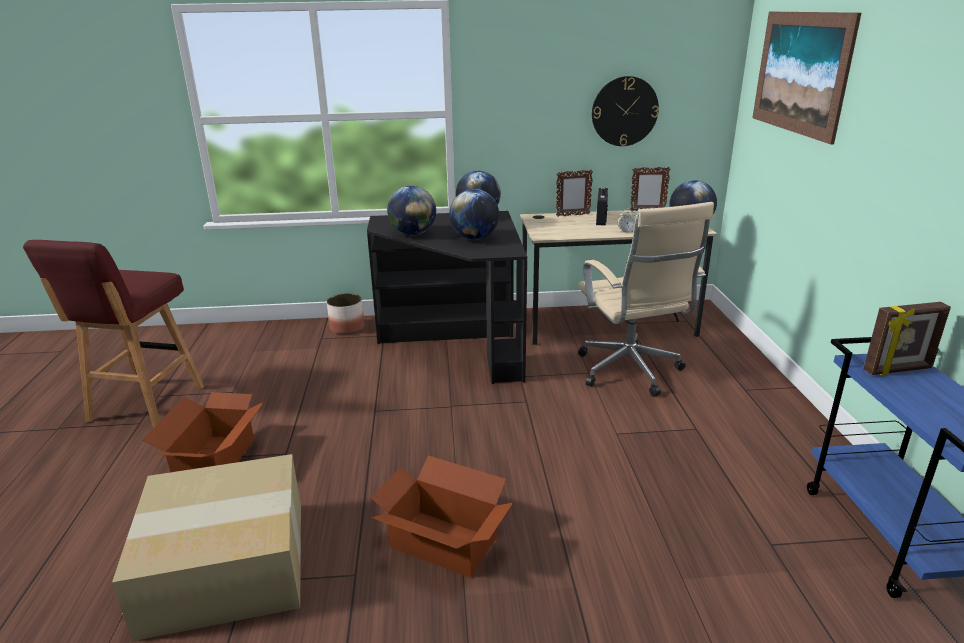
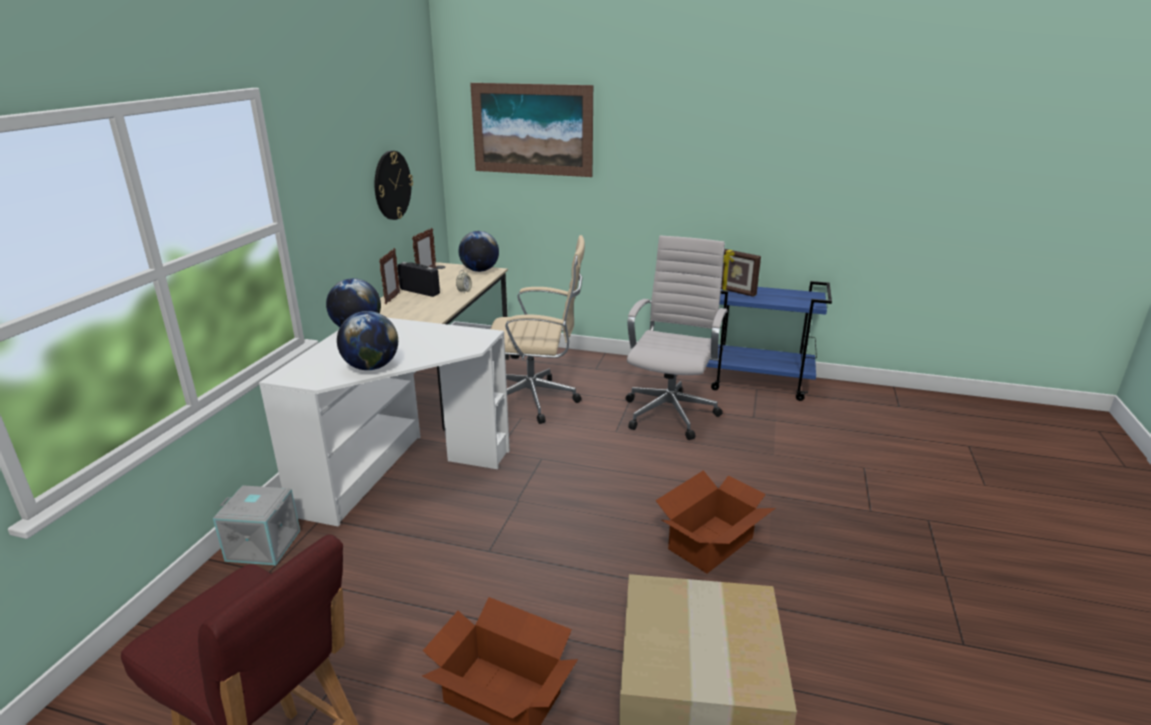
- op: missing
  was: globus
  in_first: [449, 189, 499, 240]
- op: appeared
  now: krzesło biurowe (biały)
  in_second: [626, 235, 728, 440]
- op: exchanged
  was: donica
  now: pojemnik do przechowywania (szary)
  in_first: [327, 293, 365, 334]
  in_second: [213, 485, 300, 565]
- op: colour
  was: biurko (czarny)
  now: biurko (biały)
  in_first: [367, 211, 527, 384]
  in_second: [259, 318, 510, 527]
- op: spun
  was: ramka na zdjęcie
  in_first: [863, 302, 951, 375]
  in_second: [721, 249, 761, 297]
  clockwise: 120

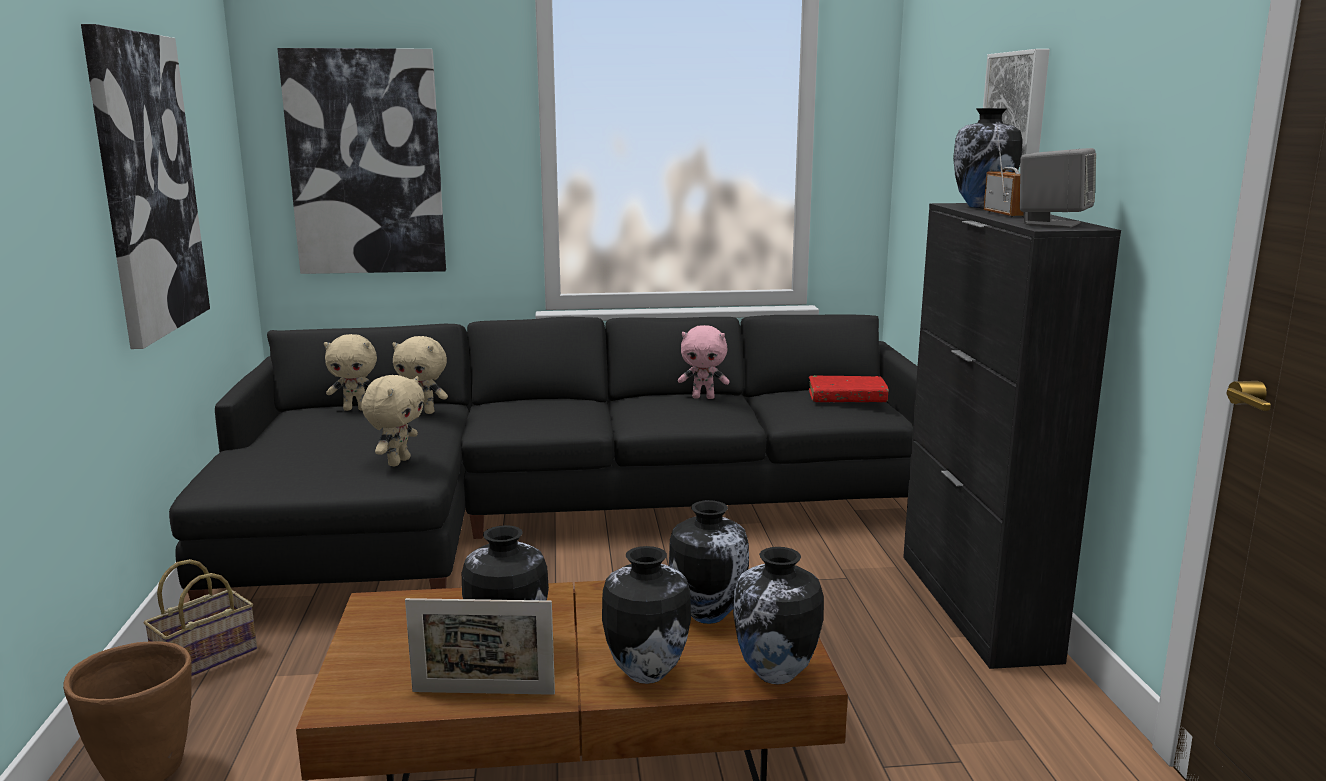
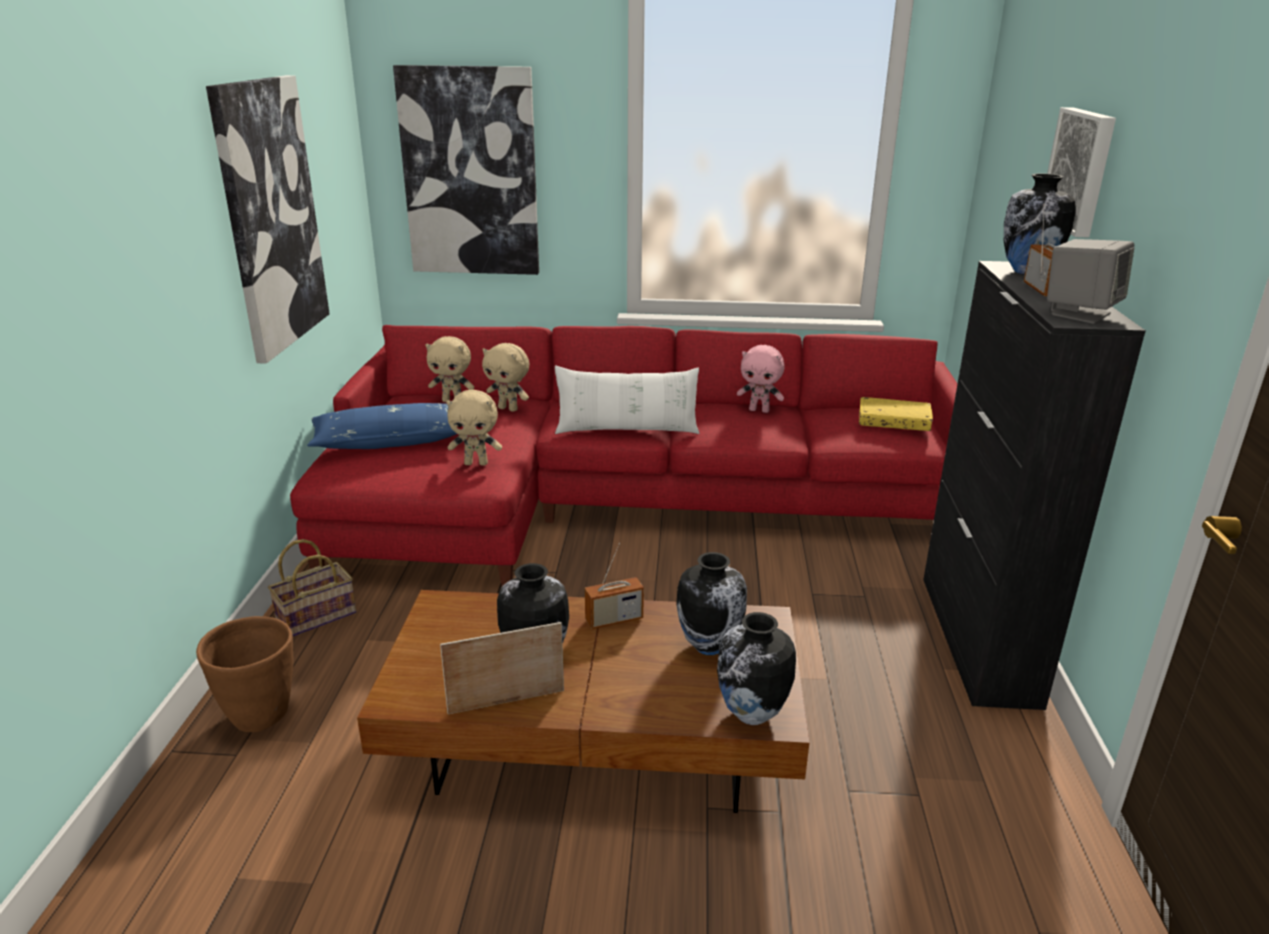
- op: missing
  was: wazon
  in_first: [602, 546, 691, 684]
- op: appeared
  now: poduszka (niebieski)
  in_second: [307, 403, 457, 449]
- op: appeared
  now: poduszka (biały)
  in_second: [555, 366, 699, 434]
- op: appeared
  now: radio
  in_second: [585, 543, 644, 629]
- op: colour
  was: kanapa (czarny)
  now: kanapa (czerwony)
  in_first: [169, 314, 918, 601]
  in_second: [290, 325, 958, 586]
- op: colour
  was: książka (czerwony)
  now: książka (żółty)
  in_first: [809, 375, 889, 402]
  in_second: [859, 397, 933, 431]
- op: spun
  was: pluszak (beżowy)
  in_first: [361, 375, 425, 467]
  in_second: [446, 390, 502, 466]
  clockwise: 60
- op: spun
  was: ramka na zdjęcie
  in_first: [405, 598, 555, 695]
  in_second: [440, 622, 564, 714]
  clockwise: 150

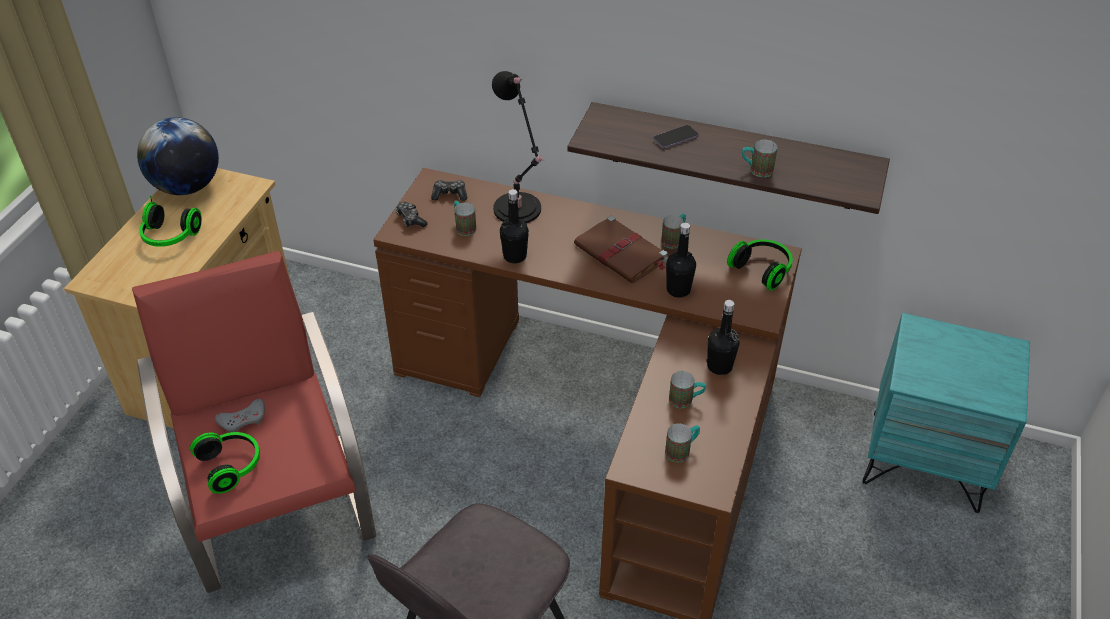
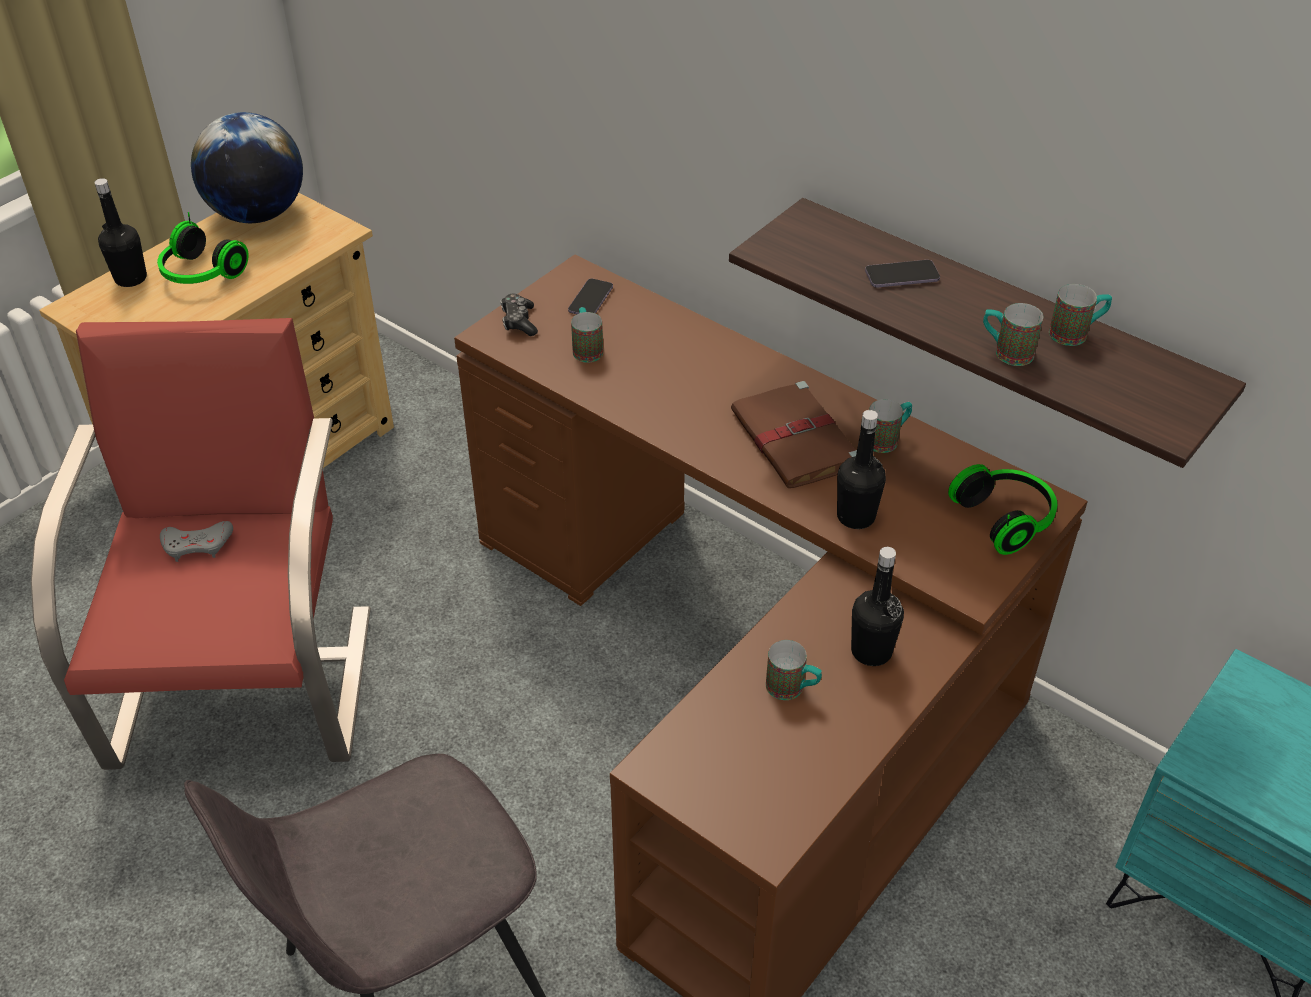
- op: missing
  was: słuchawki
  in_first: [190, 432, 260, 494]
- op: missing
  was: lampa stołowa (czarny)
  in_first: [492, 71, 544, 223]
- op: relocated
  was: butelka (czarny)
  in_first: [500, 189, 529, 263]
  in_second: [94, 178, 147, 287]
- op: relocated
  was: kubek
  in_first: [665, 424, 700, 463]
  in_second: [1049, 284, 1112, 346]
- op: exchanged
  was: pad do gier
  now: telefon
  in_first: [431, 180, 467, 201]
  in_second: [568, 279, 613, 314]

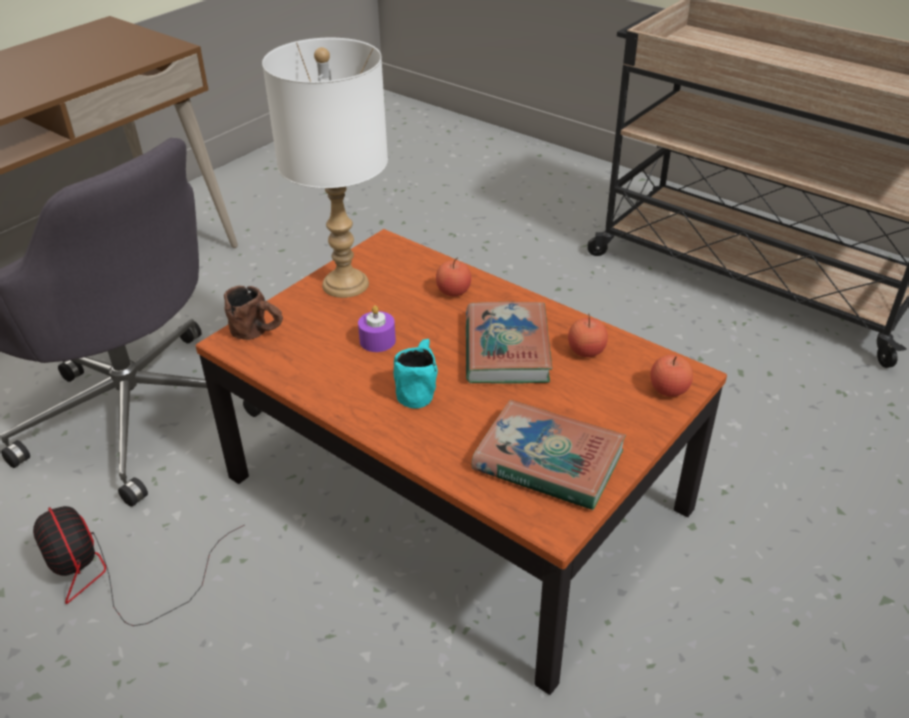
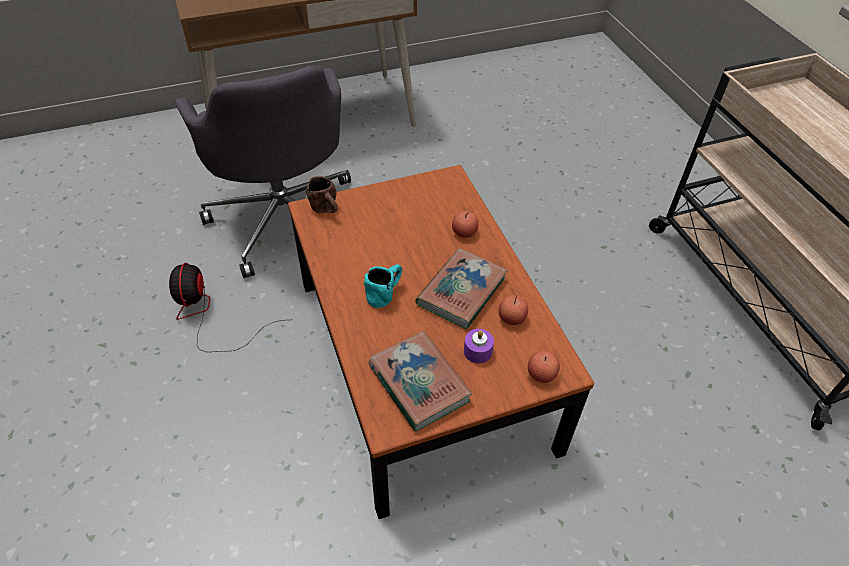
- op: missing
  was: lampa stołowa (biały)
  in_first: [262, 38, 388, 298]
- op: relocated
  was: świeca (fioletowy)
  in_first: [358, 305, 396, 352]
  in_second: [464, 329, 494, 363]

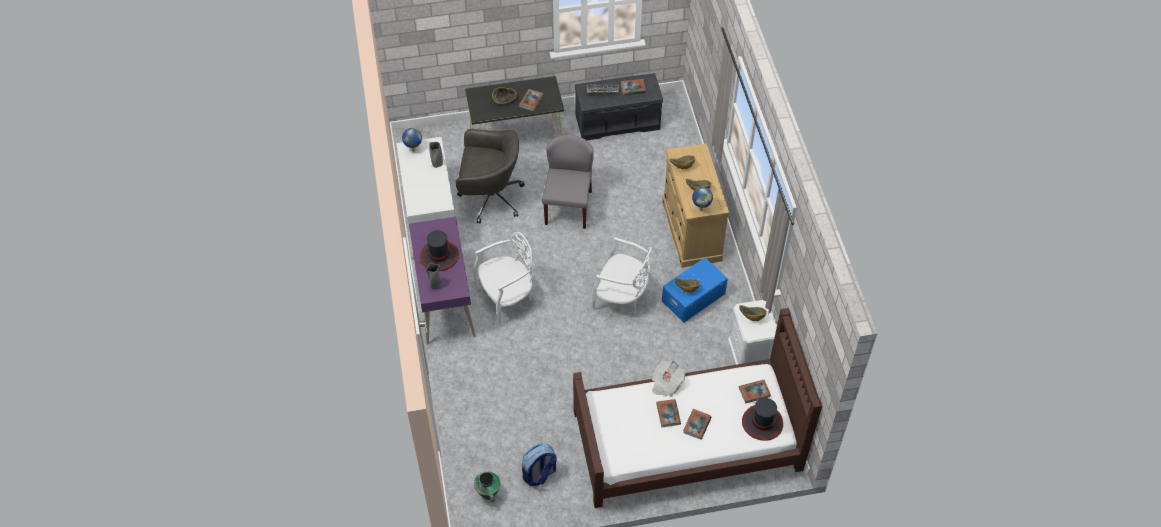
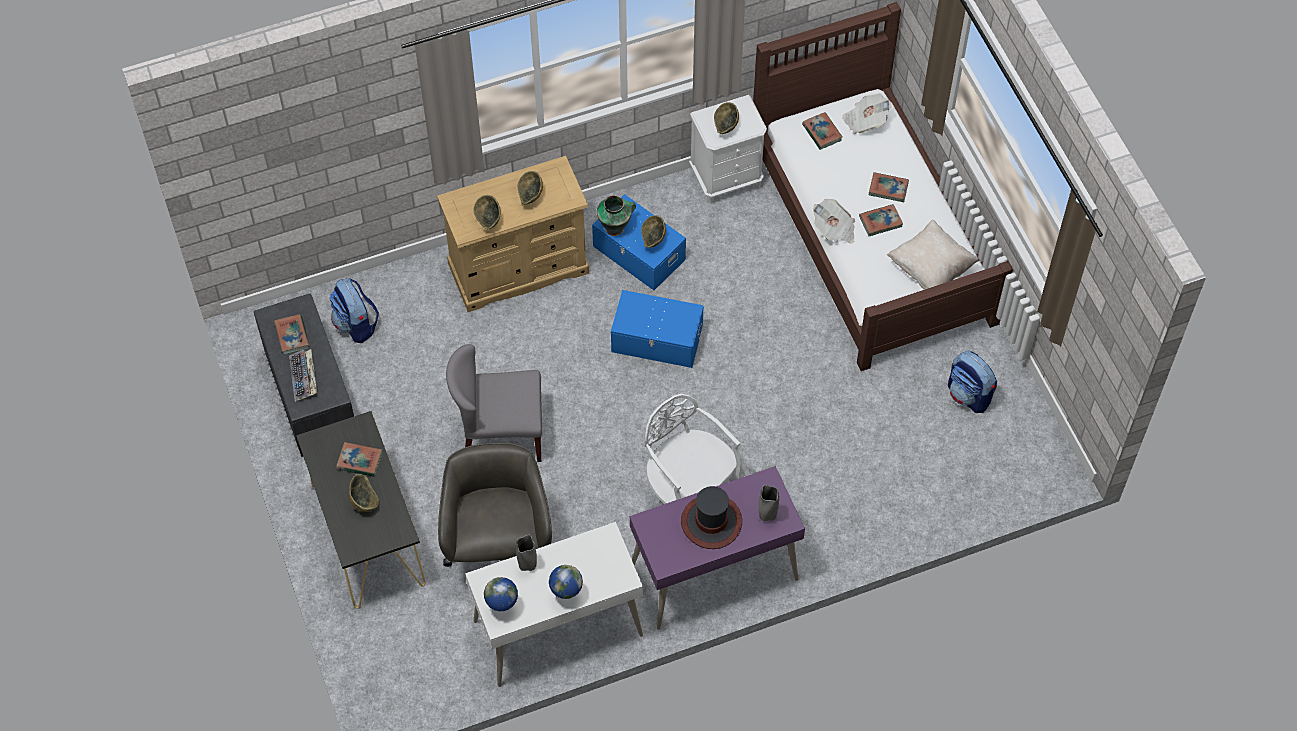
- op: appeared
  now: plecak
  in_second: [329, 279, 379, 343]
- op: appeared
  now: poduszka (beżowy)
  in_second: [887, 220, 980, 290]
- op: relocated
  was: wazon
  in_first: [474, 472, 500, 502]
  in_second: [597, 195, 636, 236]
- op: relocated
  was: globus
  in_first: [692, 187, 713, 211]
  in_second: [549, 565, 583, 599]
- op: exchanged
  was: krzesło (biały)
  now: pojemnik do przechowywania (niebieski)
  in_first: [592, 237, 652, 315]
  in_second: [611, 290, 704, 368]
- op: exchanged
  was: kapelusz
  now: gazeta
  in_first: [742, 398, 783, 441]
  in_second: [842, 93, 892, 134]

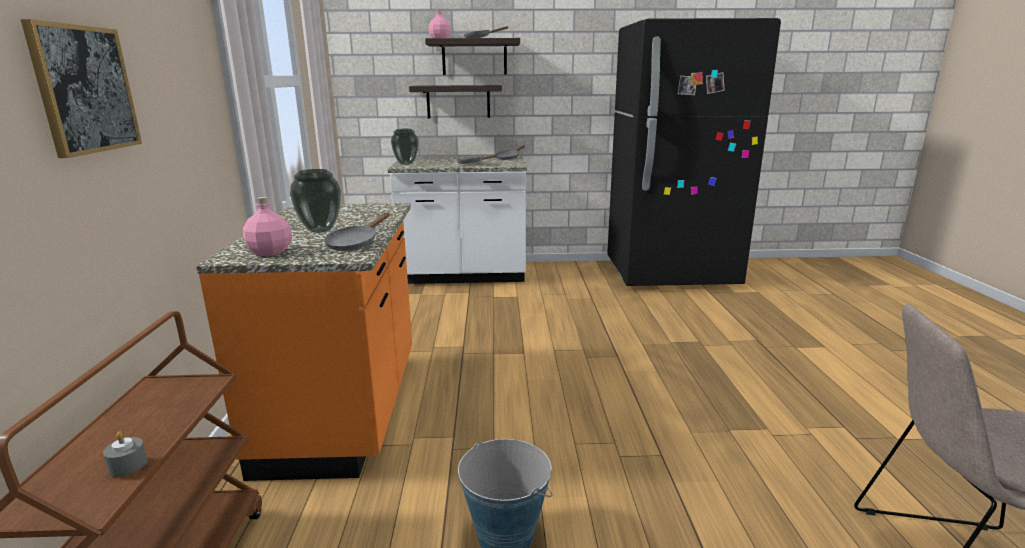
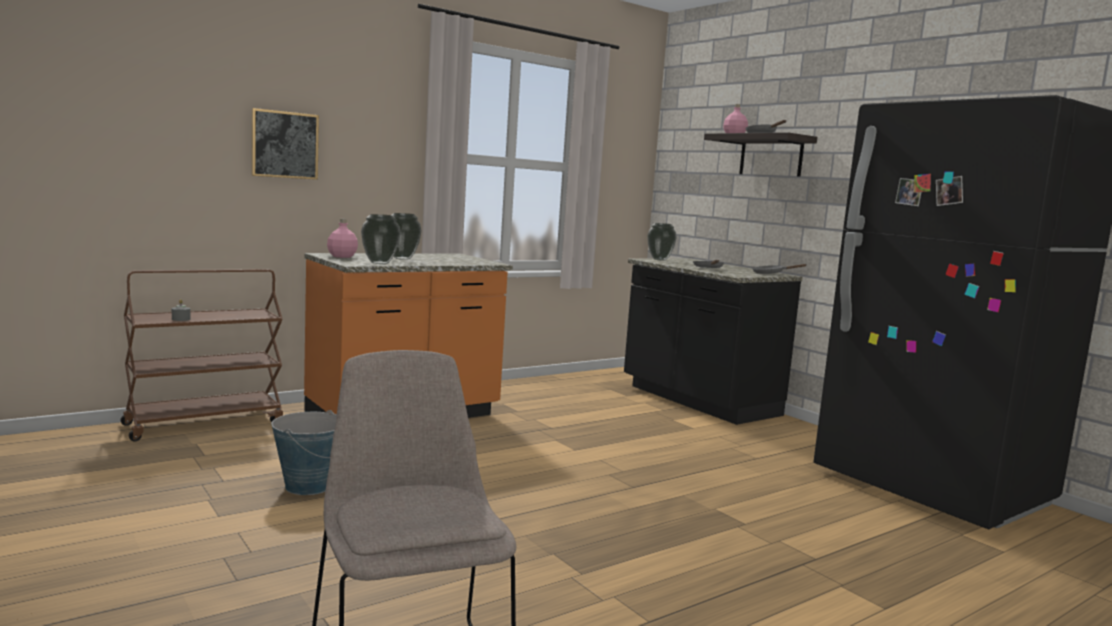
- op: missing
  was: półka
  in_first: [409, 85, 502, 118]
- op: exchanged
  was: patelnia (szary)
  now: wazon
  in_first: [324, 213, 389, 251]
  in_second: [361, 214, 401, 264]
- op: colour
  was: zabudowa kuchenna (biały)
  now: zabudowa kuchenna (czarny)
  in_first: [388, 156, 527, 284]
  in_second: [624, 258, 803, 425]

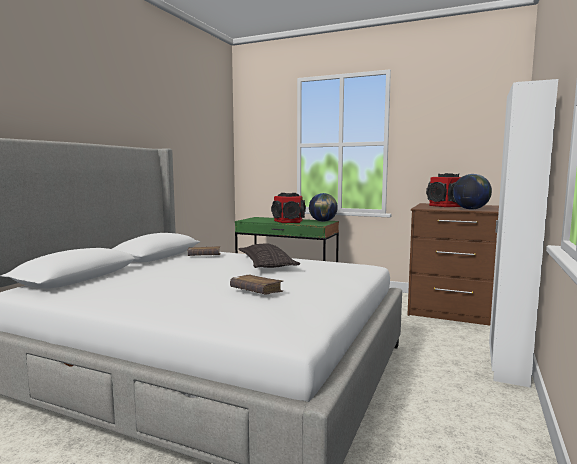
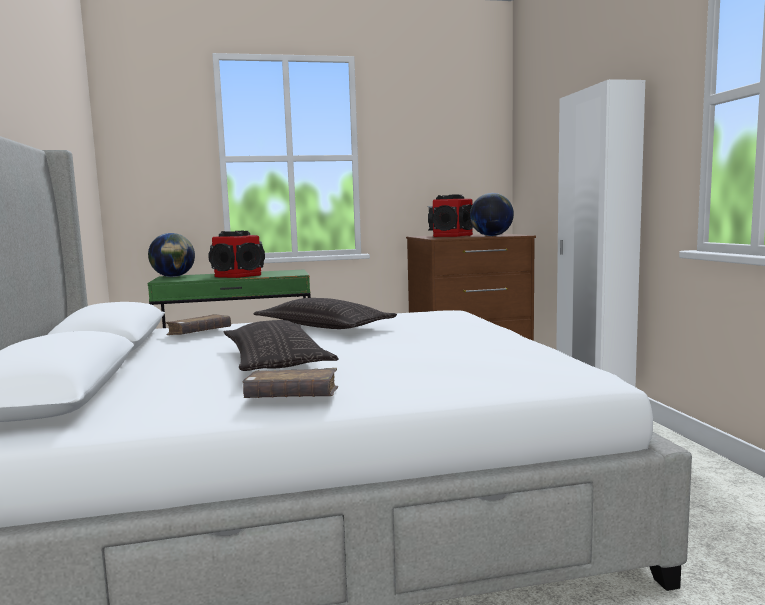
- op: appeared
  now: poduszka
  in_second: [224, 320, 339, 371]
- op: relocated
  was: książka (brązowy)
  in_first: [230, 275, 283, 295]
  in_second: [243, 368, 338, 398]
- op: relocated
  was: globus
  in_first: [309, 193, 338, 222]
  in_second: [148, 233, 195, 277]

